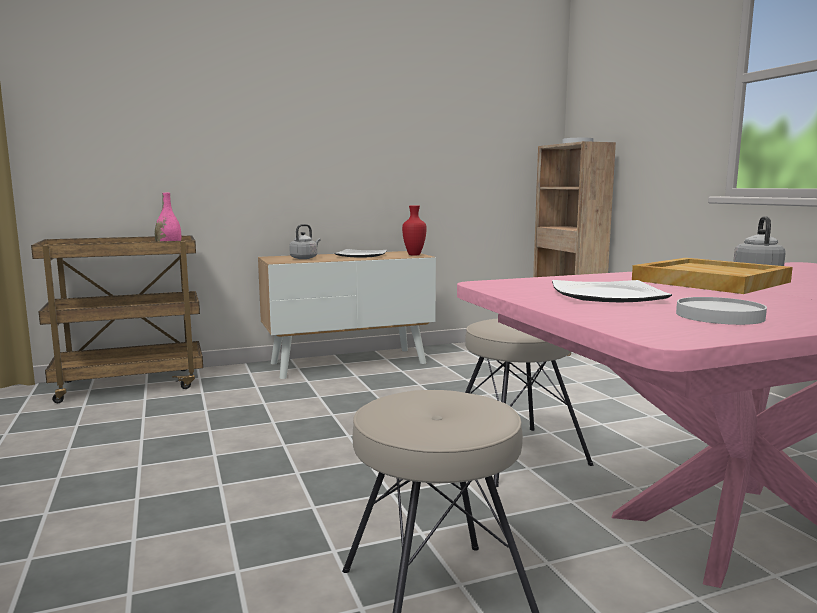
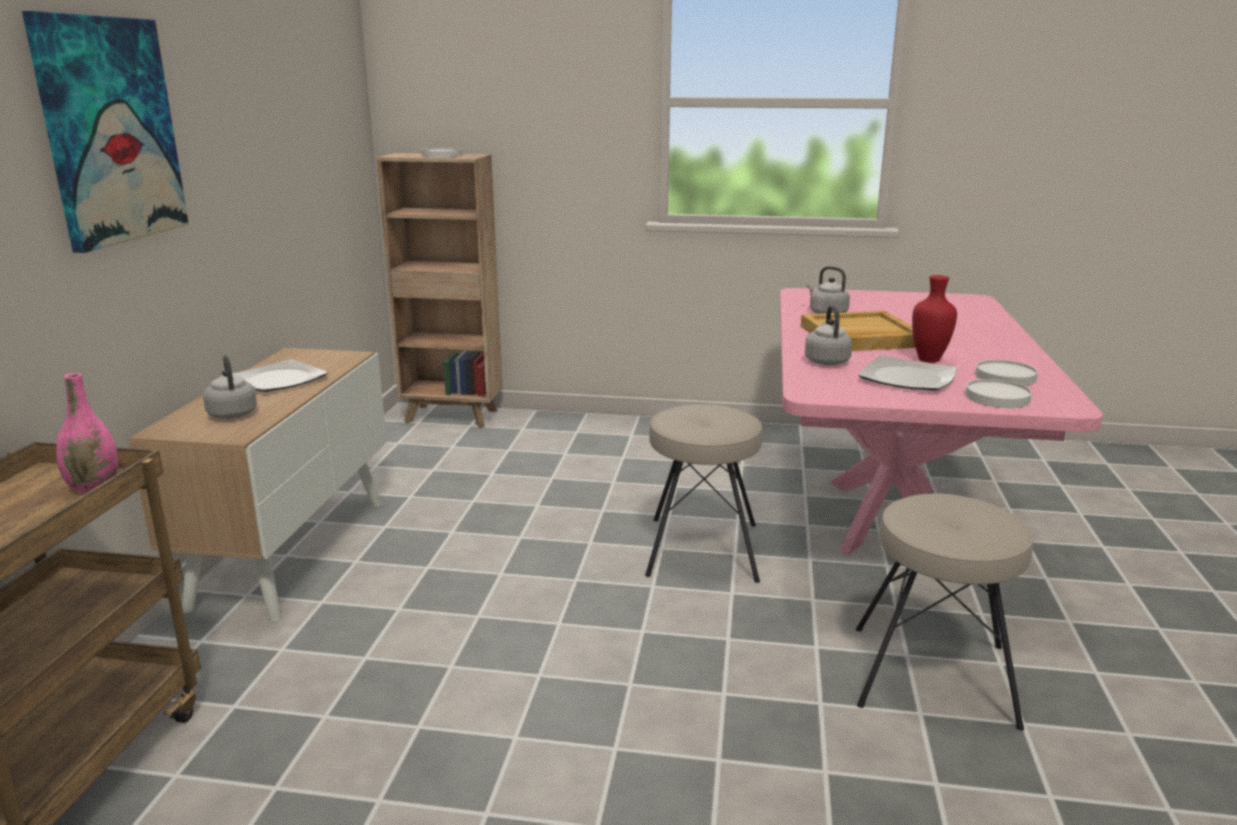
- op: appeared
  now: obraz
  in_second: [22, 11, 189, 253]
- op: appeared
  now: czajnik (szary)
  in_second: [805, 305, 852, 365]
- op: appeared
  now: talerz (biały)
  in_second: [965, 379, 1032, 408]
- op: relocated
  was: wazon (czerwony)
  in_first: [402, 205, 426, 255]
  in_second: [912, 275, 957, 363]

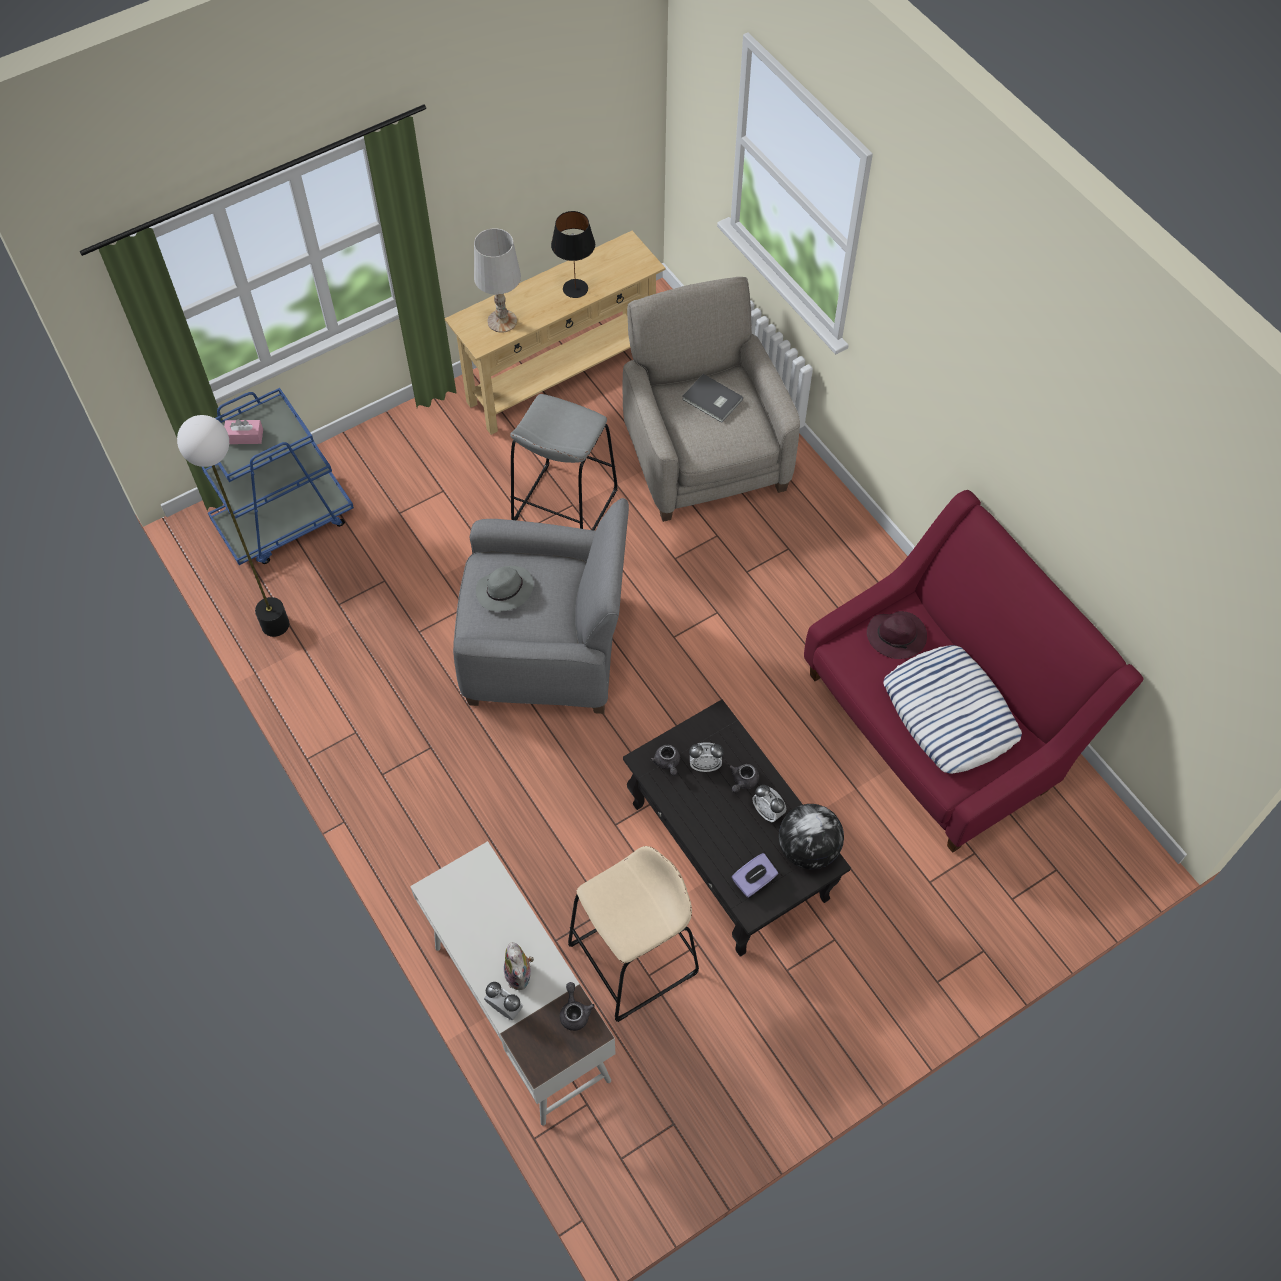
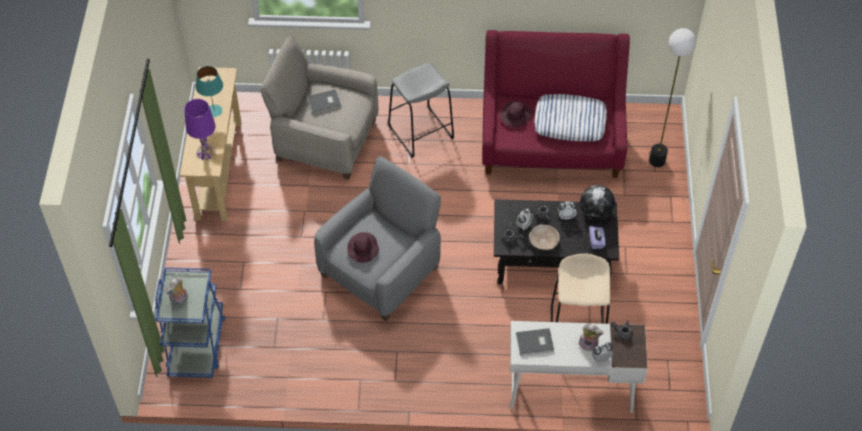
- op: appeared
  now: książka (szary)
  in_second: [516, 328, 554, 356]
- op: appeared
  now: miska (beżowy)
  in_second: [529, 225, 560, 250]
- op: relocated
  was: lampa stojąca
  in_first: [177, 415, 289, 637]
  in_second: [649, 28, 696, 167]
- op: relocated
  was: stołek (szary)
  in_first: [510, 394, 618, 531]
  in_second: [388, 63, 454, 158]
- op: exchanged
  was: pudełko chusteczek (różowy)
  now: pluszak
  in_first: [224, 419, 263, 444]
  in_second: [166, 277, 188, 306]
- op: colour
  was: lampa stołowa (biały)
  now: lampa stołowa (fioletowy)
  in_first: [474, 228, 521, 333]
  in_second: [184, 99, 216, 160]
- op: colour
  was: kapelusz (szary)
  now: kapelusz (fioletowy)
  in_first: [476, 566, 534, 612]
  in_second: [347, 232, 379, 263]
- op: colour
  was: lampa stołowa (czarny)
  now: lampa stołowa (turkusowy)
  in_first: [551, 211, 595, 298]
  in_second: [196, 66, 223, 117]

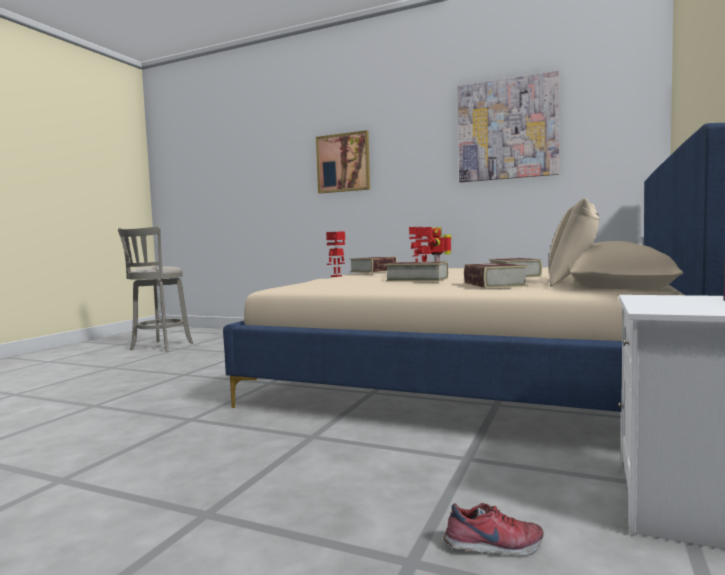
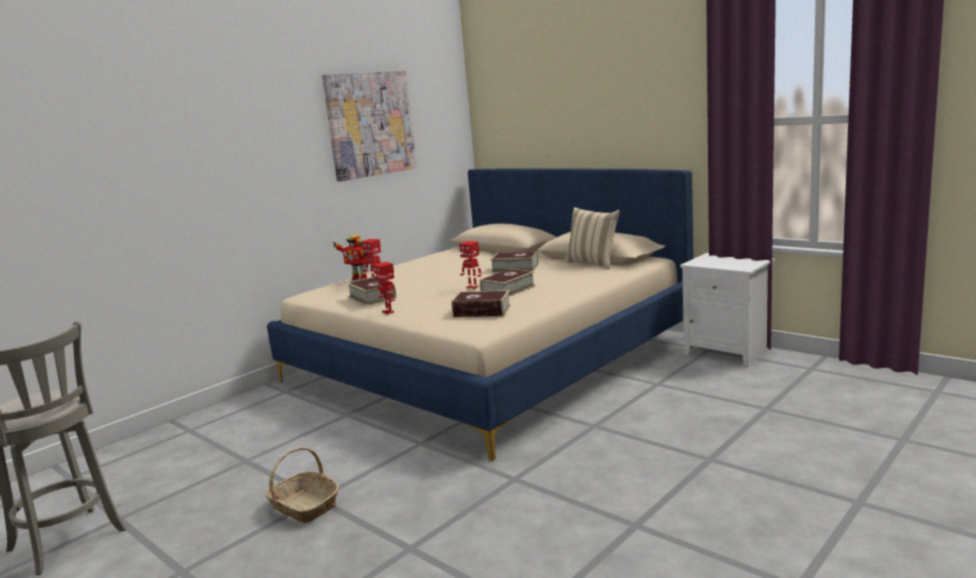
- op: missing
  was: obraz
  in_first: [316, 130, 370, 193]
- op: missing
  was: but
  in_first: [444, 503, 544, 555]
- op: appeared
  now: koszyk
  in_second: [265, 447, 339, 523]
- op: relocated
  was: książka
  in_first: [464, 263, 528, 288]
  in_second: [451, 290, 511, 317]

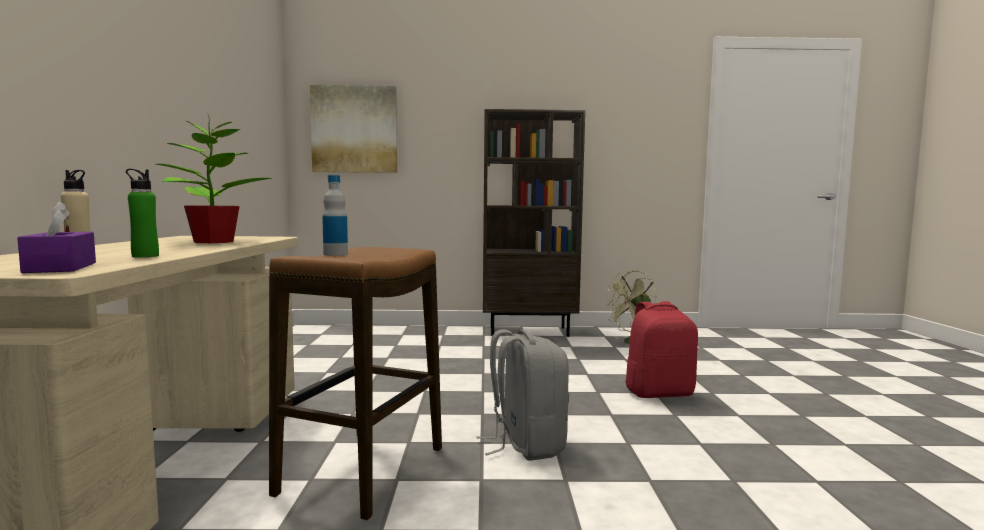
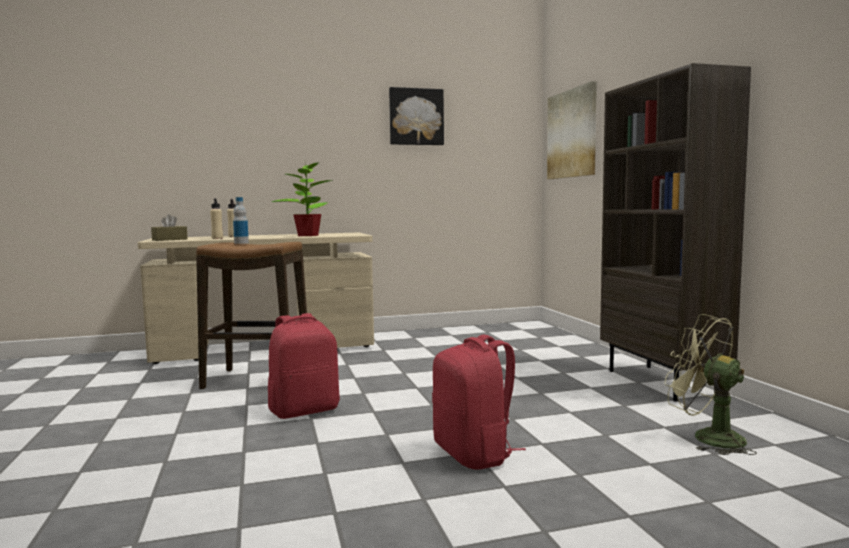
- op: appeared
  now: obraz
  in_second: [389, 87, 444, 145]
- op: colour
  was: pudełko chusteczek (fioletowy)
  now: pudełko chusteczek (brązowy)
  in_first: [17, 201, 96, 273]
  in_second: [151, 214, 188, 241]
- op: colour
  was: butelka (zielony)
  now: butelka (beżowy)
  in_first: [126, 169, 159, 258]
  in_second: [210, 198, 223, 239]
- op: colour
  was: plecak (szary)
  now: plecak (czerwony)
  in_first: [477, 329, 569, 461]
  in_second: [268, 313, 340, 419]

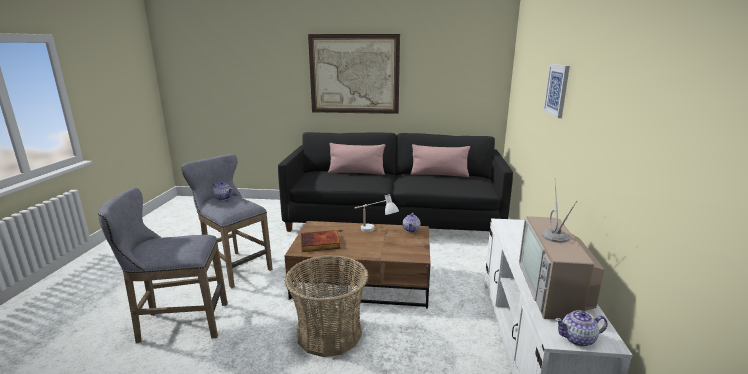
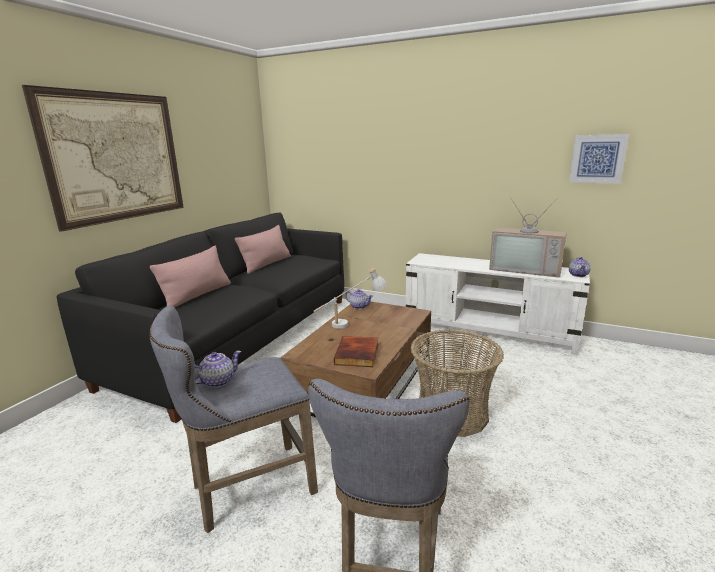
- op: relocated
  was: obraz
  in_first: [543, 64, 570, 118]
  in_second: [569, 134, 629, 184]

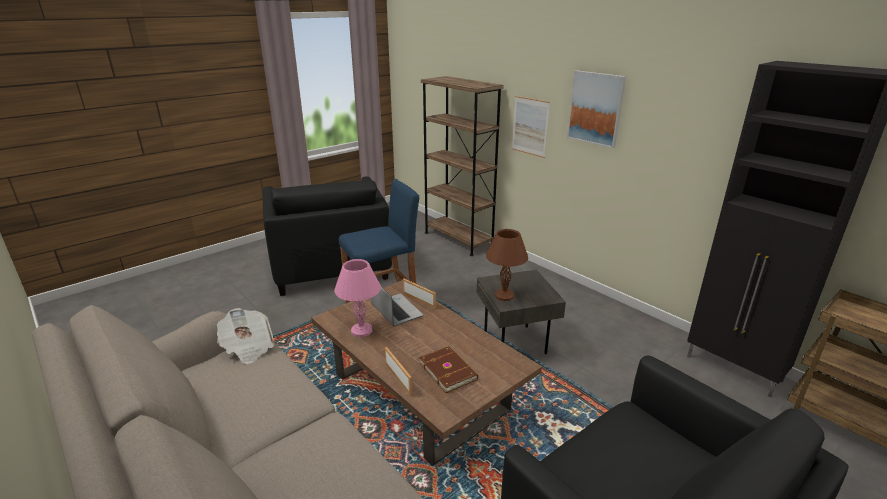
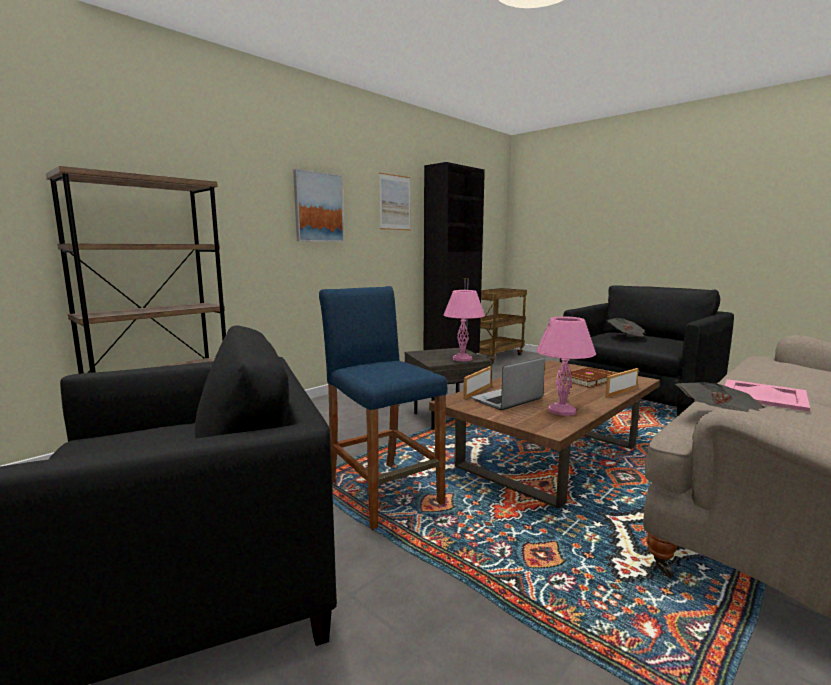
- op: appeared
  now: gazeta
  in_second: [607, 318, 646, 336]
- op: appeared
  now: taca (różowy)
  in_second: [725, 379, 810, 412]
- op: relocated
  was: obraz
  in_first: [512, 96, 550, 158]
  in_second: [379, 173, 411, 230]
- op: colour
  was: lampa stołowa (brązowy)
  now: lampa stołowa (różowy)
  in_first: [486, 229, 528, 301]
  in_second: [444, 290, 485, 362]

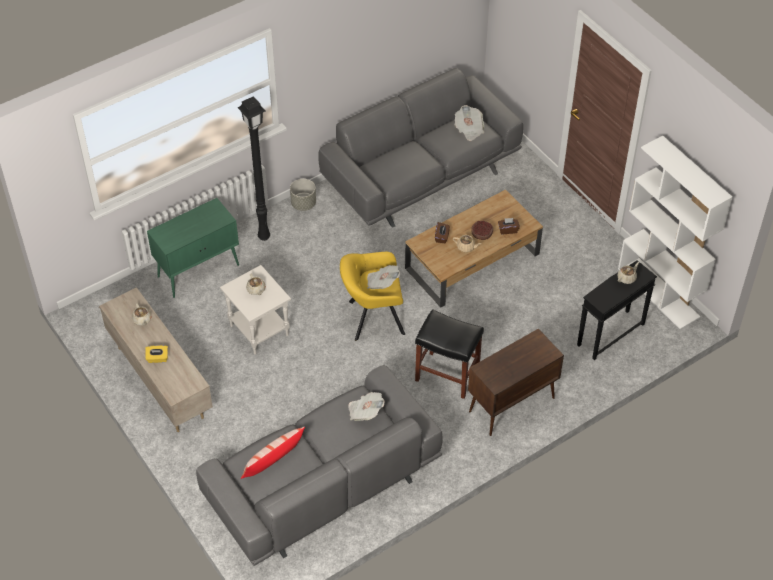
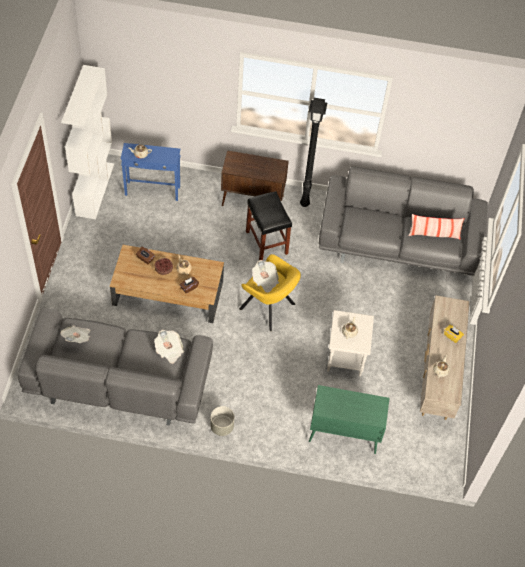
- op: relocated
  was: lampa stojąca (czarny)
  in_first: [237, 96, 270, 241]
  in_second: [300, 98, 327, 207]
- op: relocated
  was: gazeta
  in_first: [348, 392, 384, 421]
  in_second: [154, 330, 184, 364]
- op: colour
  was: stolik (czarny)
  now: stolik (niebieski)
  in_first: [577, 260, 657, 360]
  in_second: [121, 143, 181, 201]

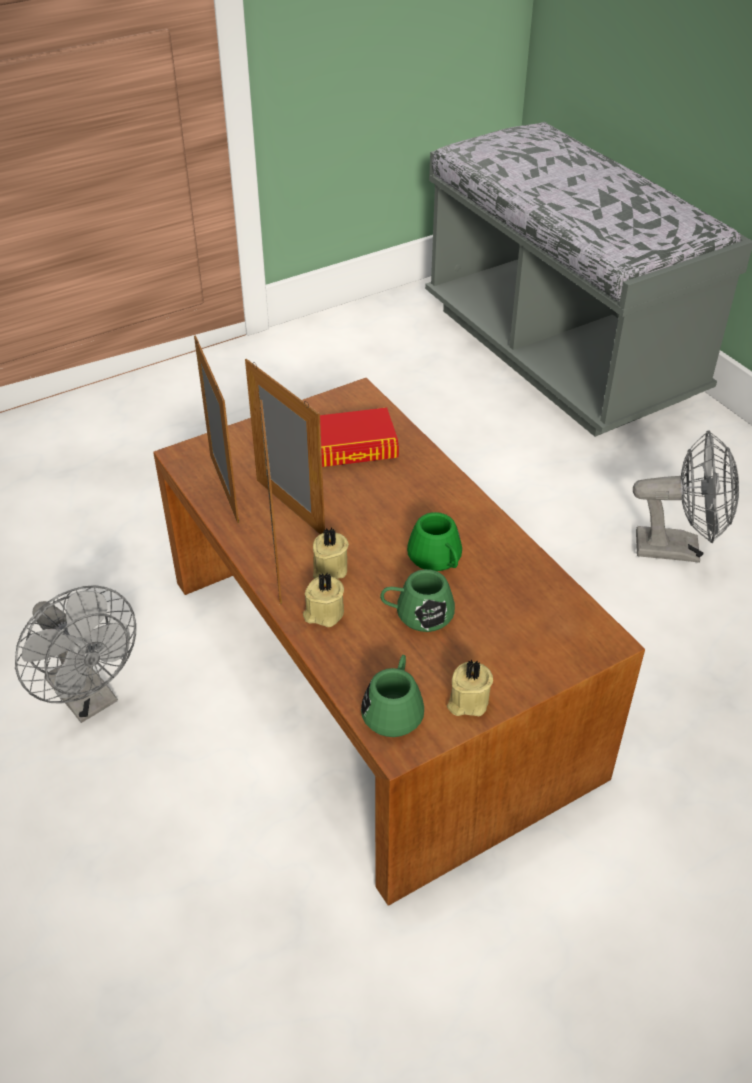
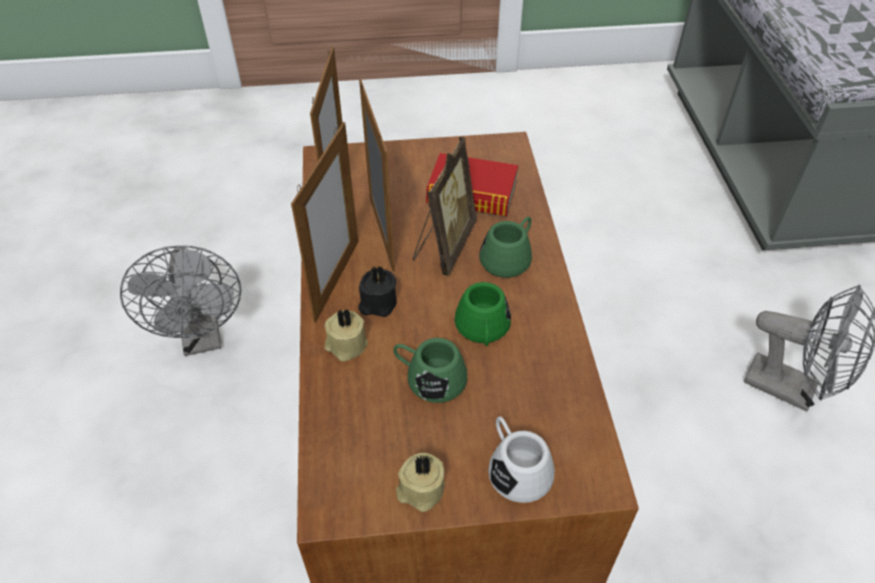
- op: appeared
  now: ramka na zdjęcie
  in_second: [413, 137, 477, 276]
- op: appeared
  now: kubek (biały)
  in_second: [488, 417, 555, 503]
- op: relocated
  was: kubek (zielony)
  in_first: [361, 655, 424, 737]
  in_second: [479, 217, 532, 278]
- op: colour
  was: świeca (beżowy)
  now: świeca (czarny)
  in_first: [313, 528, 349, 579]
  in_second: [358, 266, 396, 317]

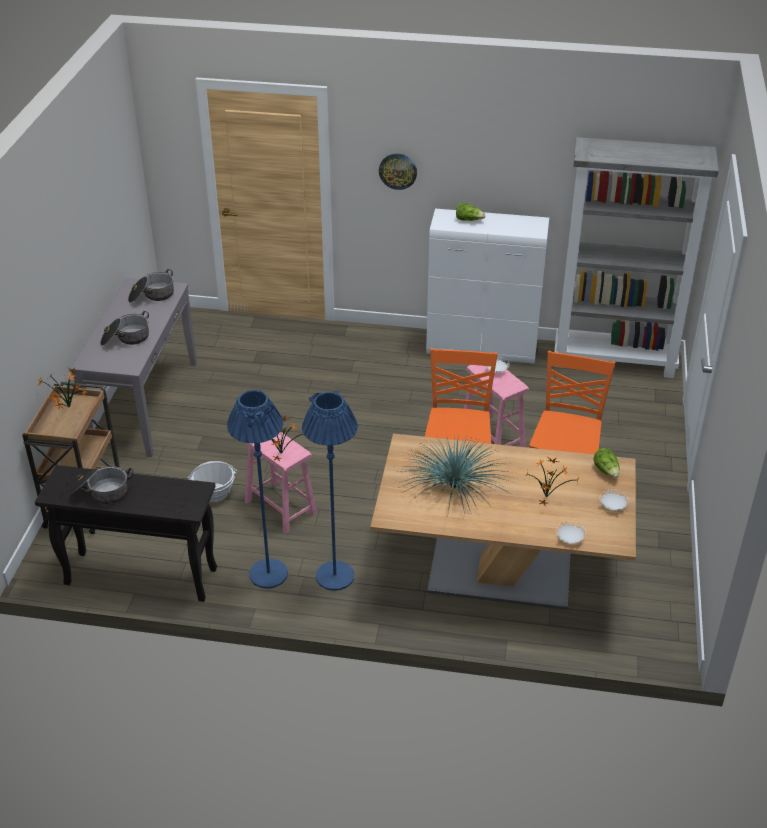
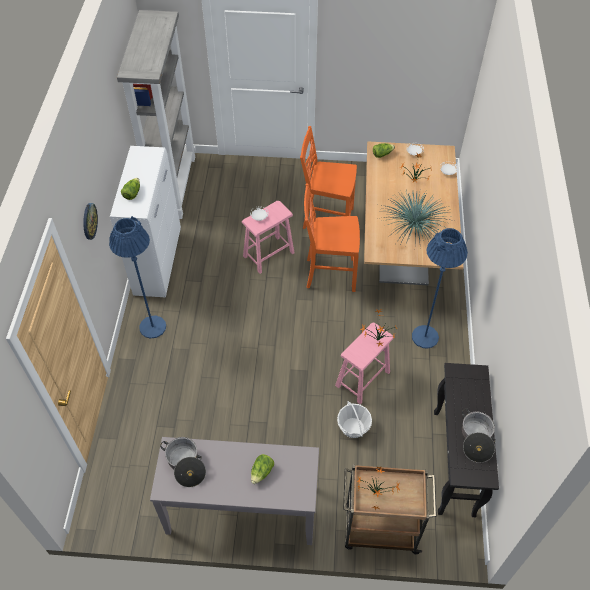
- op: relocated
  was: lampa stojąca (niebieski)
  in_first: [227, 390, 288, 589]
  in_second: [109, 216, 166, 338]
- op: exchanged
  was: garnek
  now: sałata
  in_first: [100, 311, 149, 345]
  in_second: [251, 454, 274, 484]

